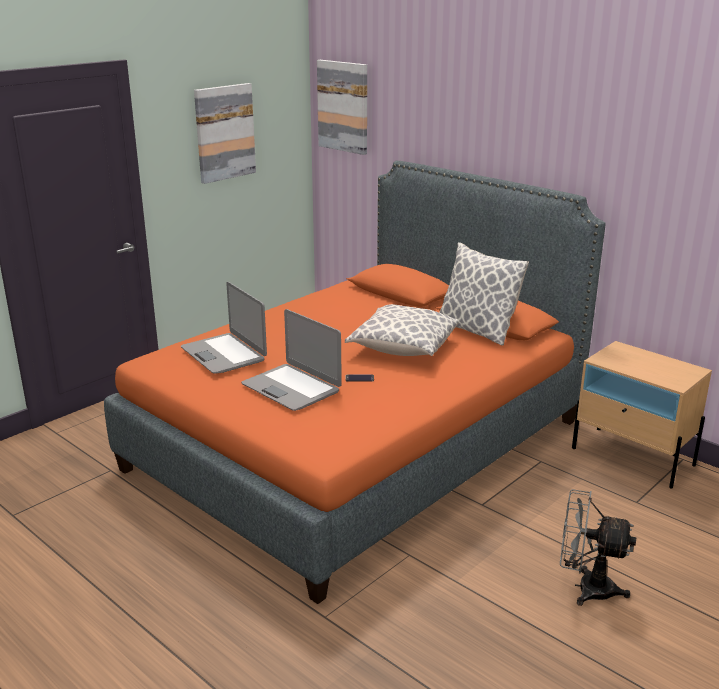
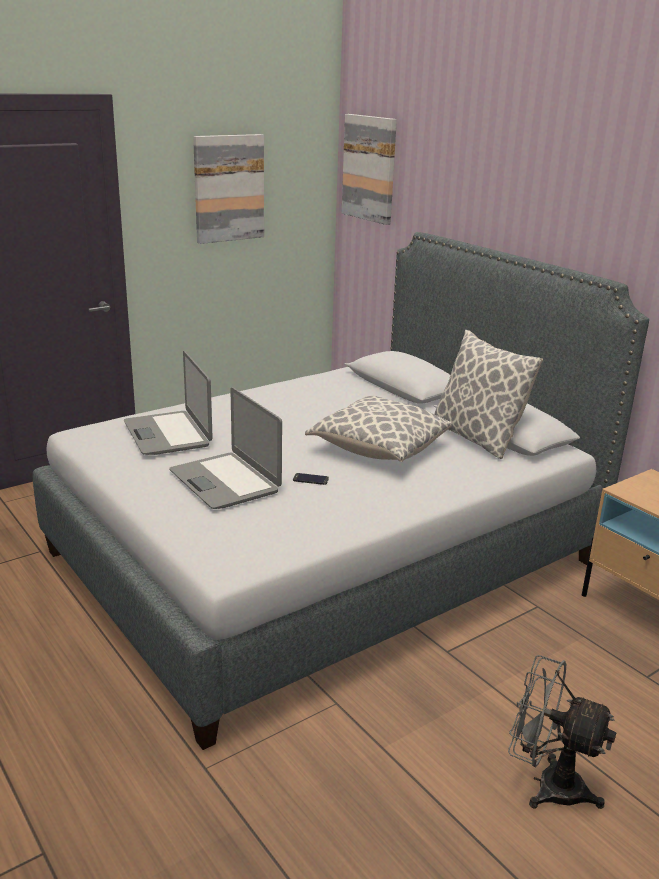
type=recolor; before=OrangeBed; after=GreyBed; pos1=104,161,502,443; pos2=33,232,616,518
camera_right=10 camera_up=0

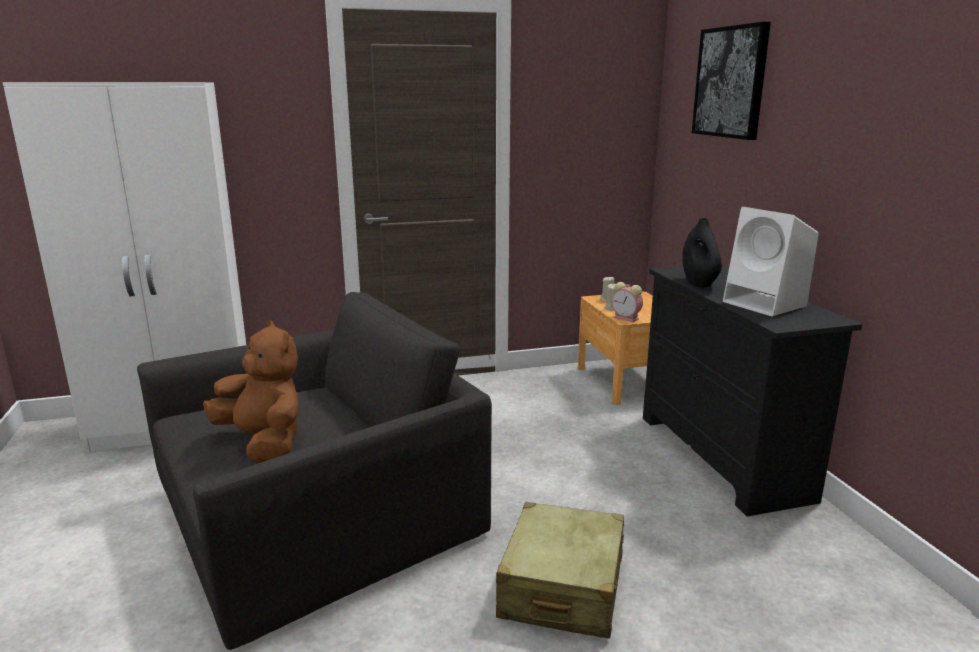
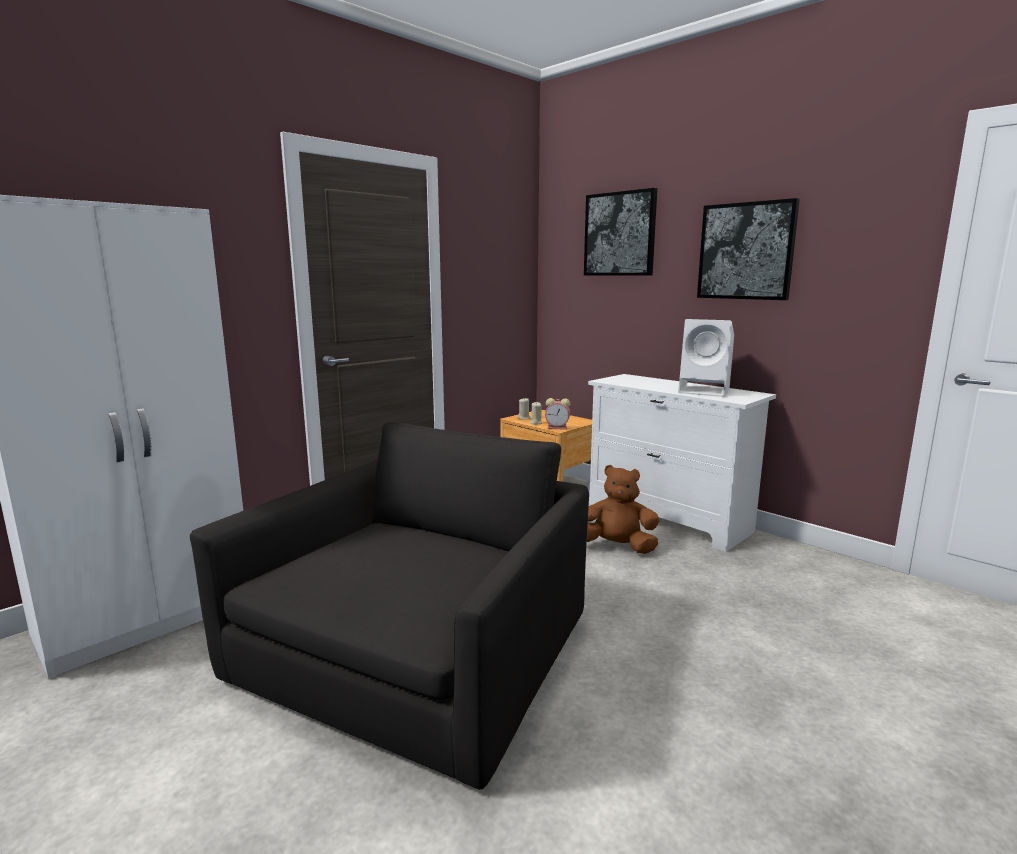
type=delete; before=BeigeSuitcase; pos1=496,502,128,137
type=delete; before=BlackVase; pos1=682,218,40,69
type=insert; after=Picture; pos2=697,198,103,102
type=move; before=BrownPlushToy; pos1=203,321,96,141; pos2=587,465,72,89
type=recolor; before=BlackDresser; after=WhiteDresser; pos1=643,266,219,250; pos2=588,374,188,178
camera_right=-30 camera_up=-5

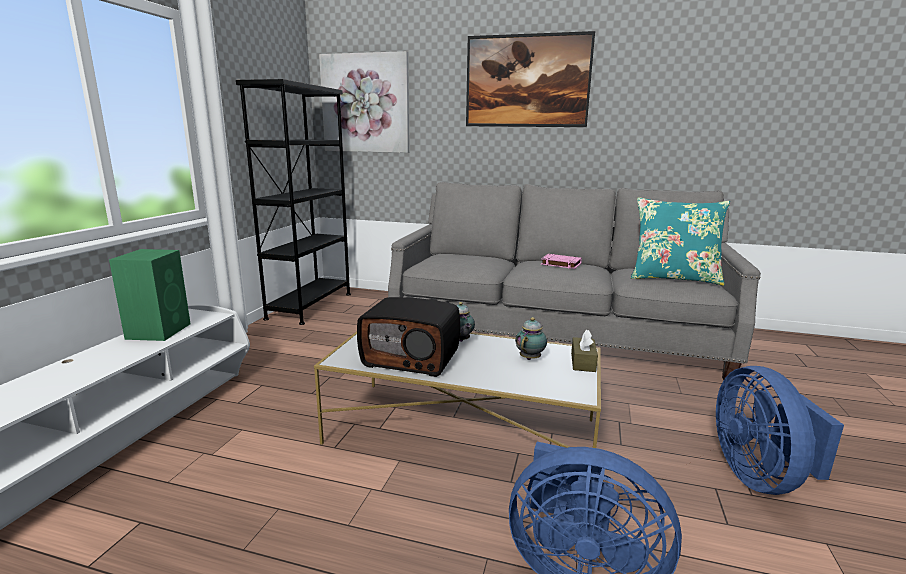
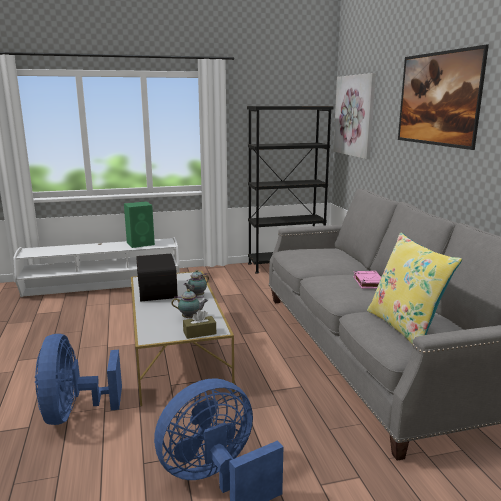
type=recolor; before=TurquoisePillow; after=YellowPillow; pos1=631,197,99,89; pos2=367,233,95,112
camera_right=60 camera_up=0

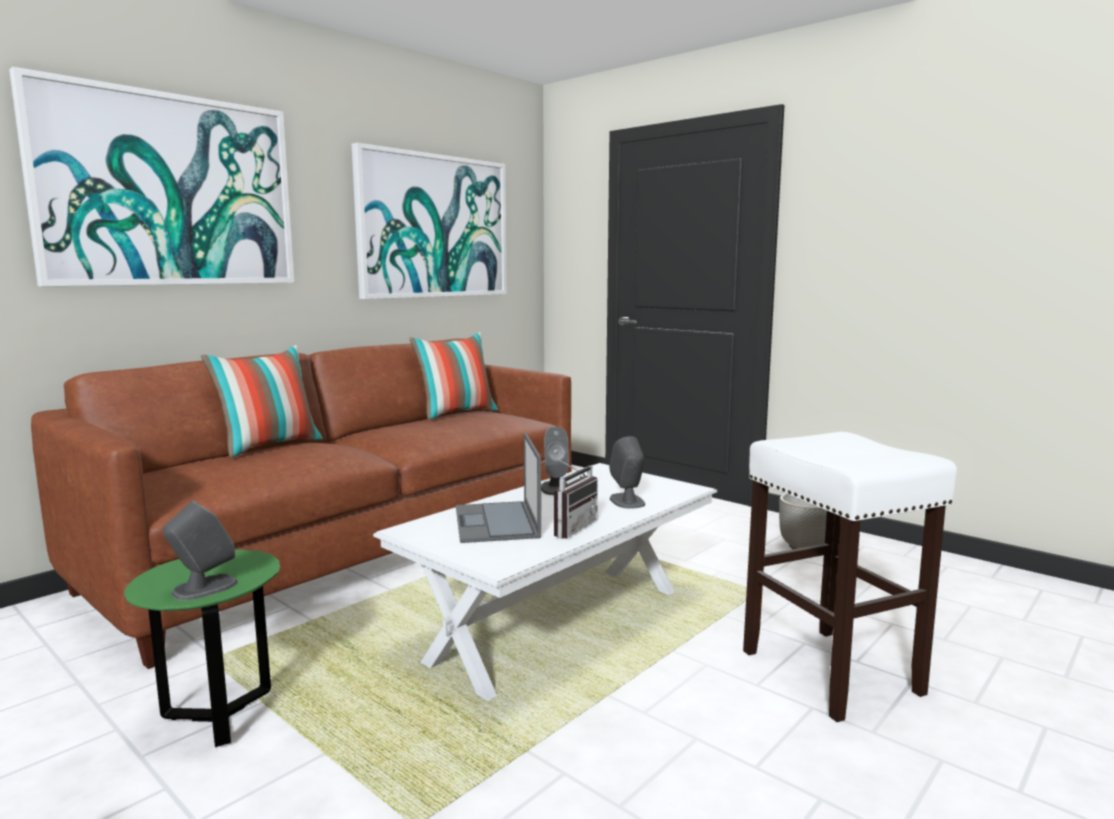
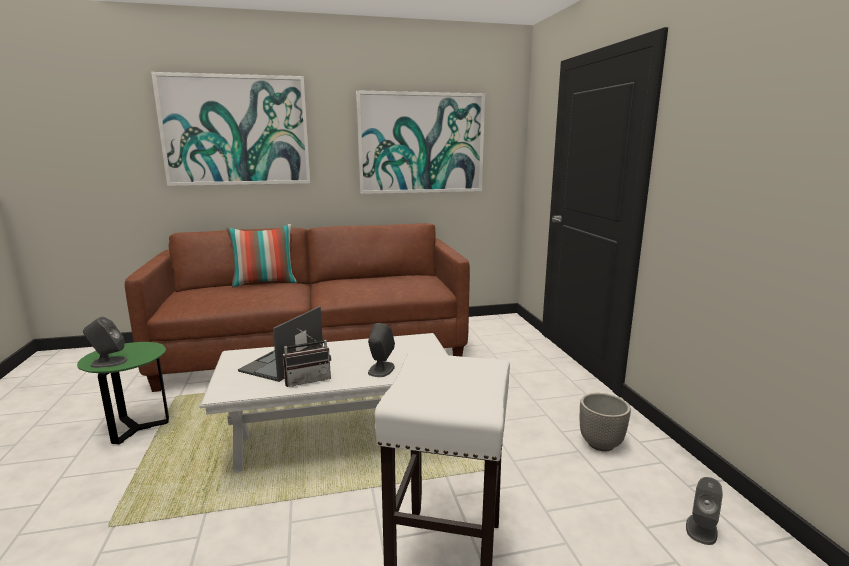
type=delete; before=Pillow; pos1=409,332,89,88
type=move; before=GreySpeaker; pos1=541,426,28,69; pos2=686,477,37,68
camera_right=35 camera_up=5

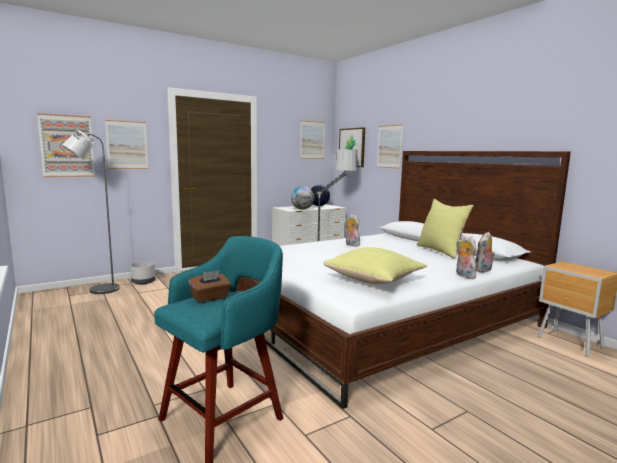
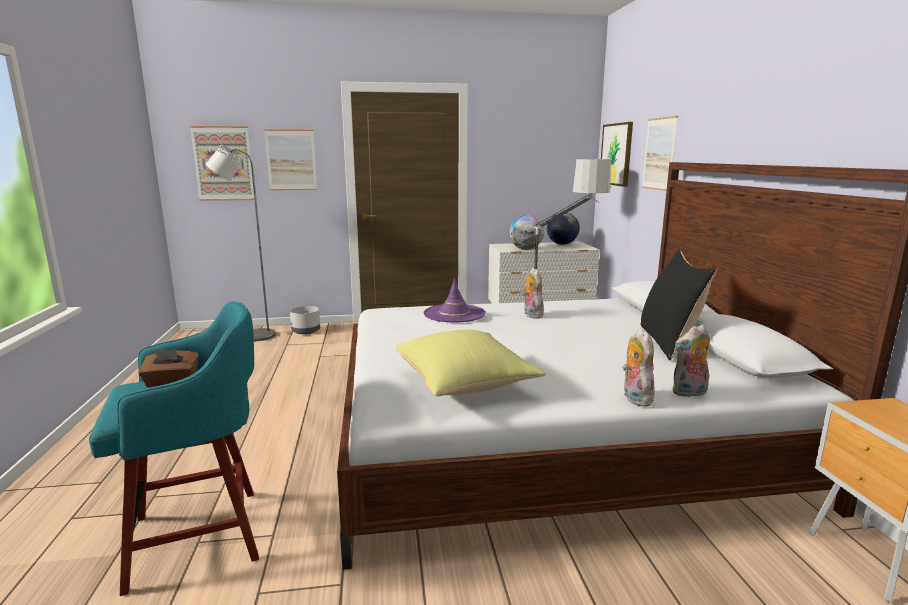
type=delete; before=Picture; pos1=300,121,25,38
type=insert; after=PurpleHat; pos2=424,278,61,44
type=recolor; before=YellowPillow; after=BlackPillow; pos1=417,199,57,60; pos2=641,250,76,111
camera_right=25 camera_up=5

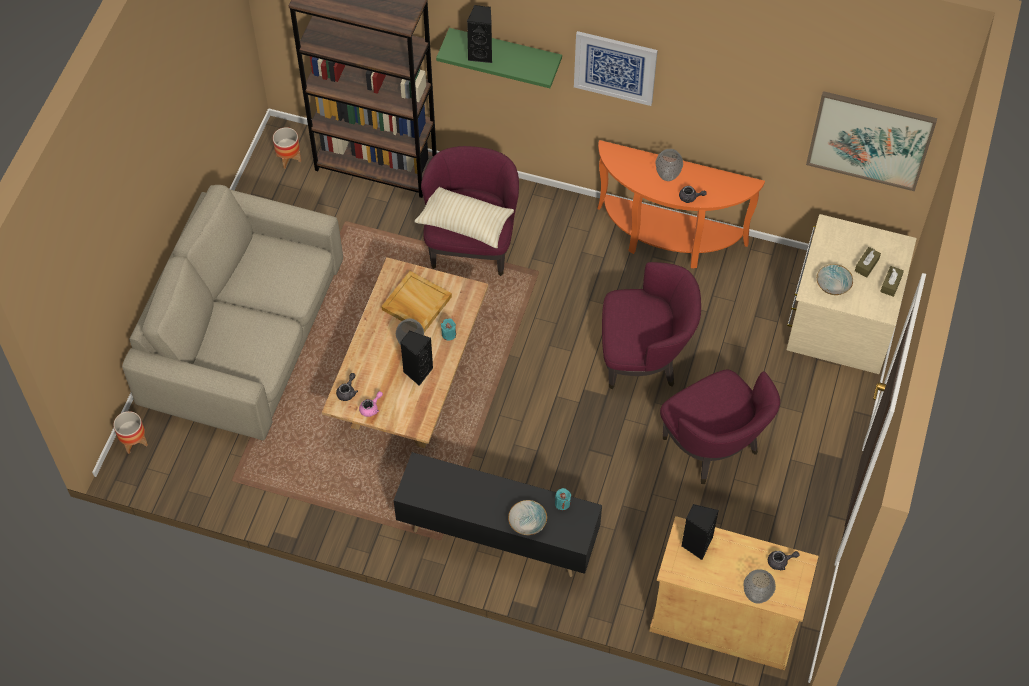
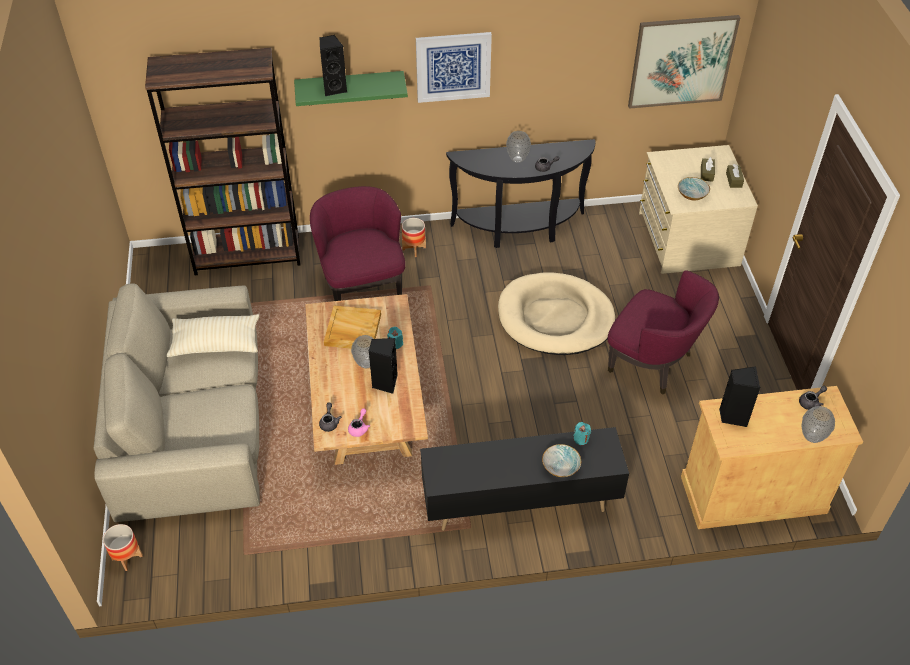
type=move; before=Planter; pos1=273,127,28,42; pos2=402,218,24,39
type=move; before=BeigePillow; pos1=414,187,100,62; pos2=167,314,92,43
type=replace; before=PurpleArmchair; after=BeigeDogBed; pos1=602,262,99,127; pos2=498,273,118,82
type=recolor; before=OrangeConsoleTable; after=BlackConsoleTable; pos1=597,140,168,128; pos2=446,139,149,109
camera_right=-25 camera_up=-10

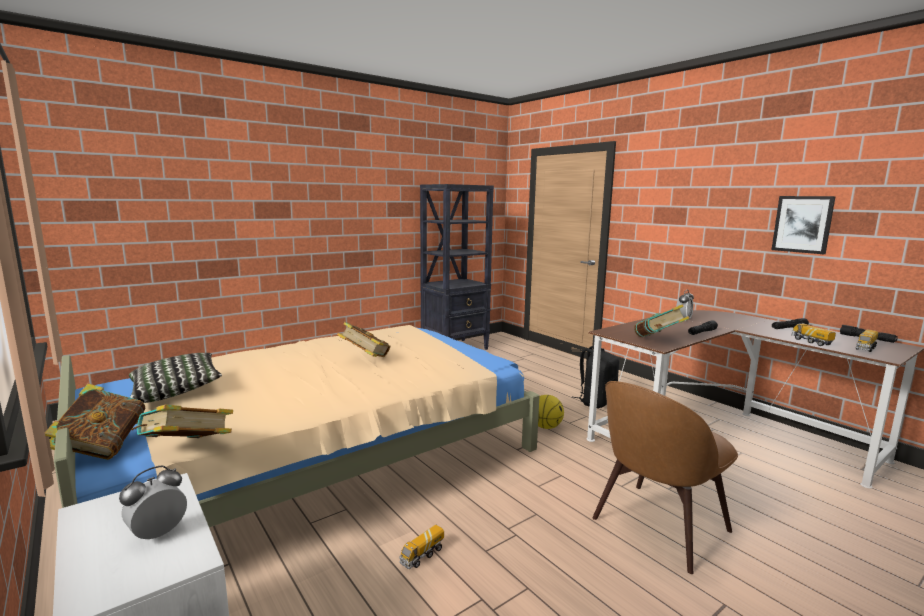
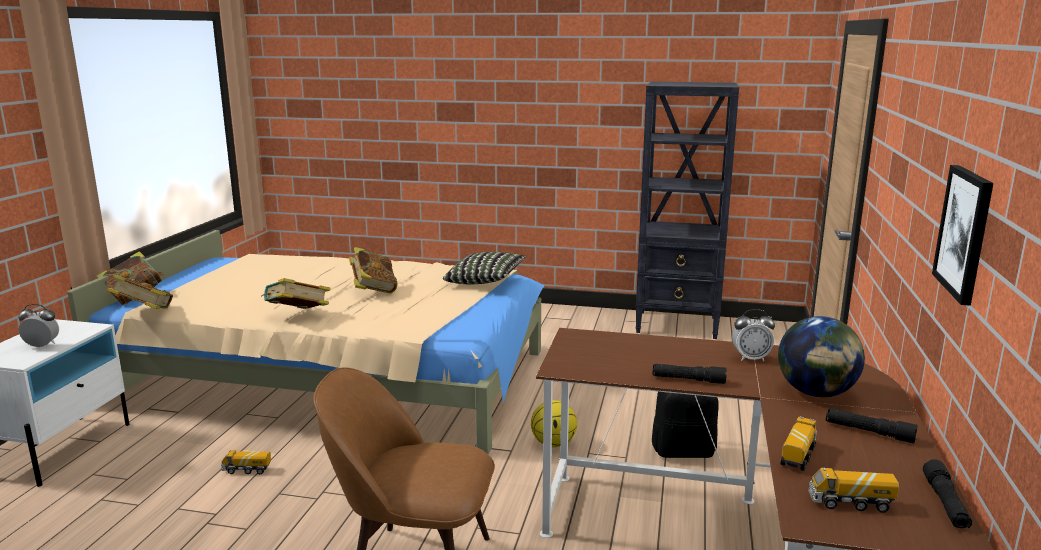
type=insert; after=Globe; pos2=778,316,87,81
type=move; before=Pillow; pos1=129,353,93,50; pos2=443,252,83,32
type=move; before=Book; pos1=634,304,56,33; pos2=261,278,69,31
camera_right=50 camera_up=5

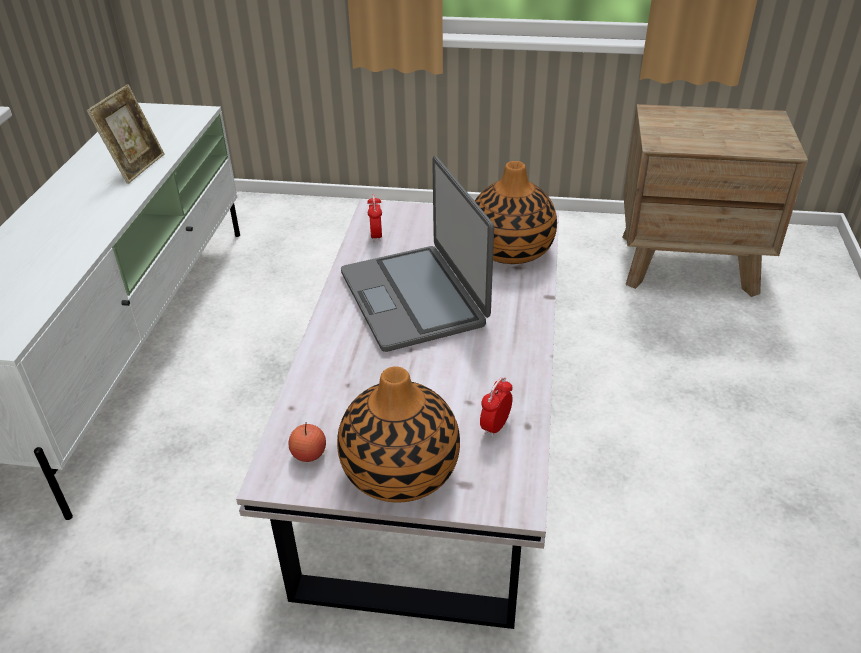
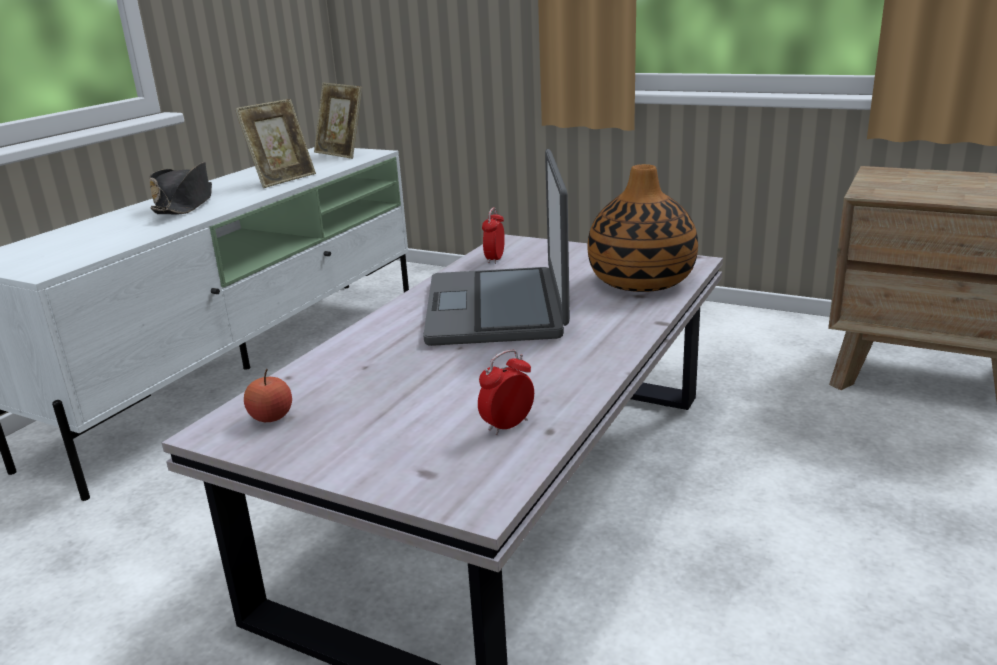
type=delete; before=Vase; pos1=337,366,123,137
type=insert; after=BlackHat; pos2=149,162,63,52
type=insert; after=PictureFrame; pos2=314,83,48,76
camera_right=20 camera_up=-15

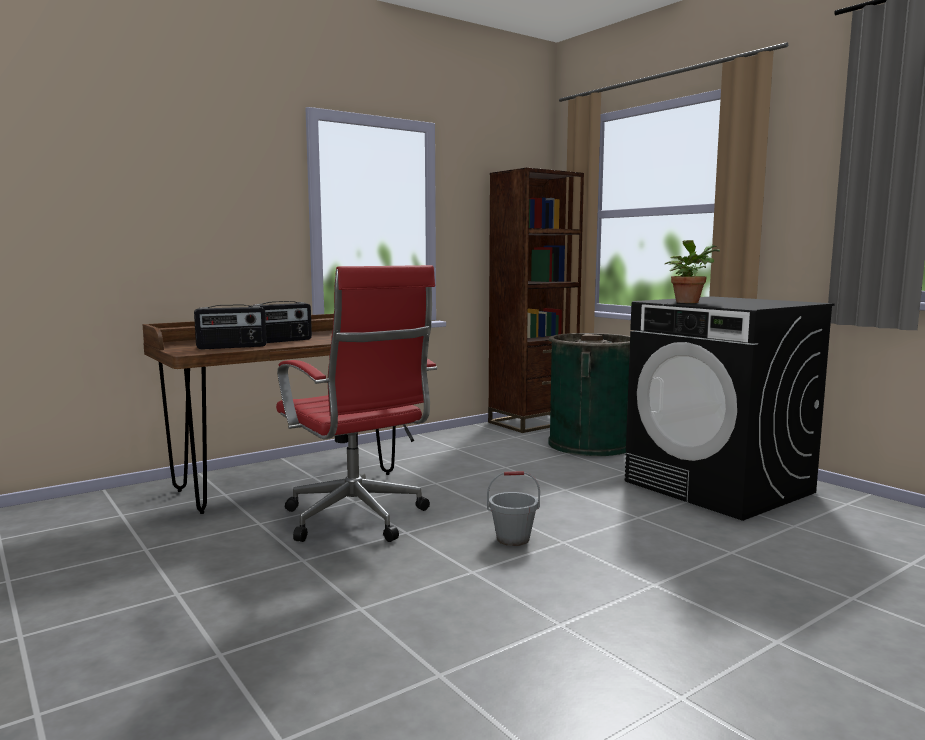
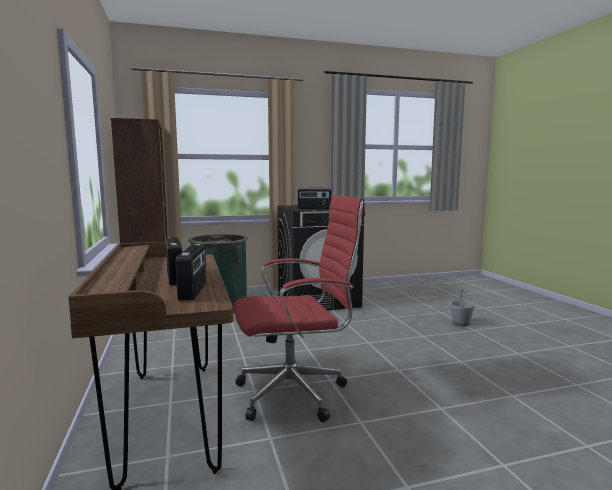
type=move; before=GreyBucket; pos1=487,471,53,75; pos2=449,289,26,37
type=replace; before=PottedPlant; after=Radio; pos1=665,240,55,63; pos2=298,187,33,22
camera_right=-70 camera_up=0

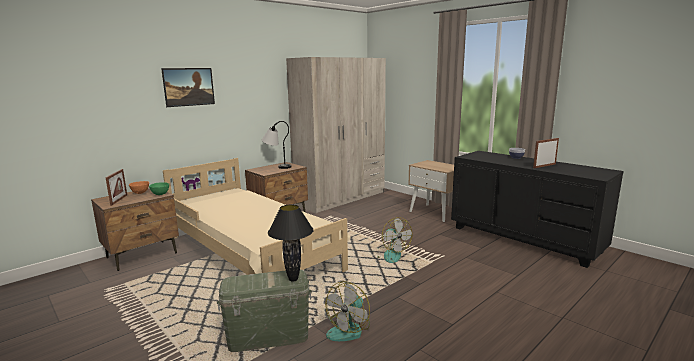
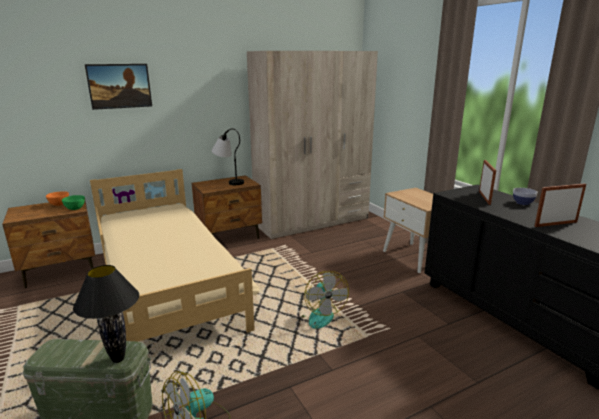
type=move; before=PictureFrame; pos1=105,169,22,37; pos2=479,160,17,45
camera_right=15 camera_up=5

